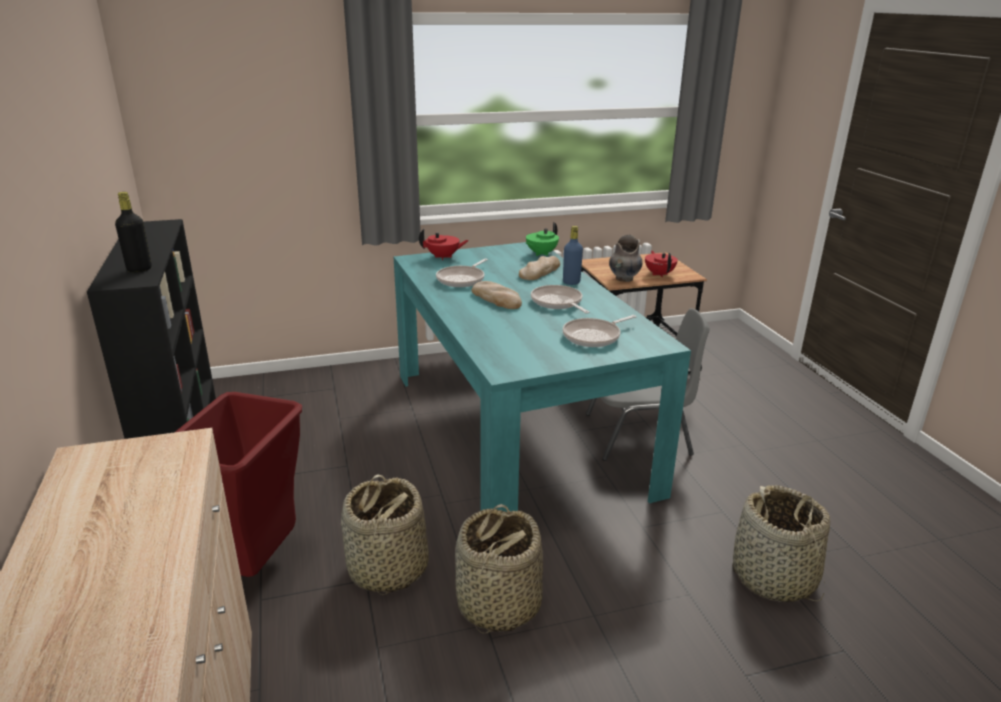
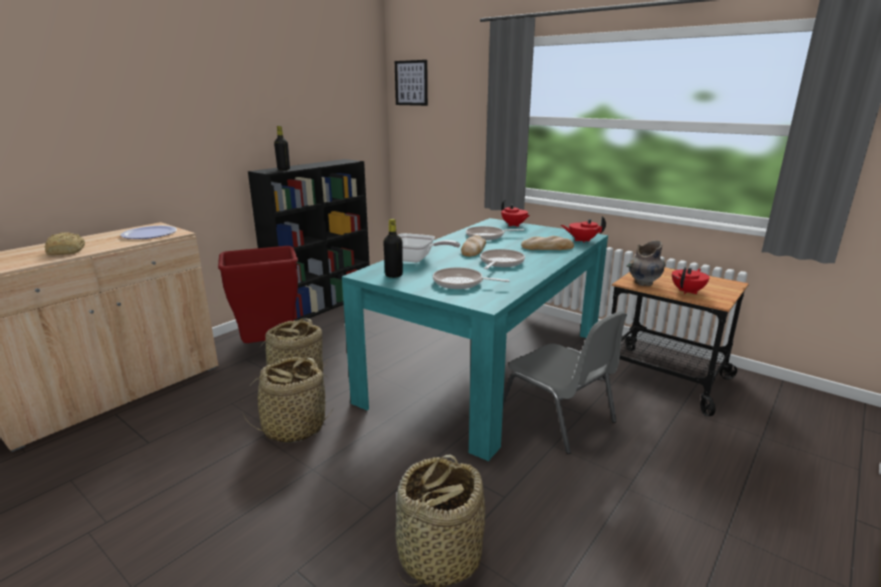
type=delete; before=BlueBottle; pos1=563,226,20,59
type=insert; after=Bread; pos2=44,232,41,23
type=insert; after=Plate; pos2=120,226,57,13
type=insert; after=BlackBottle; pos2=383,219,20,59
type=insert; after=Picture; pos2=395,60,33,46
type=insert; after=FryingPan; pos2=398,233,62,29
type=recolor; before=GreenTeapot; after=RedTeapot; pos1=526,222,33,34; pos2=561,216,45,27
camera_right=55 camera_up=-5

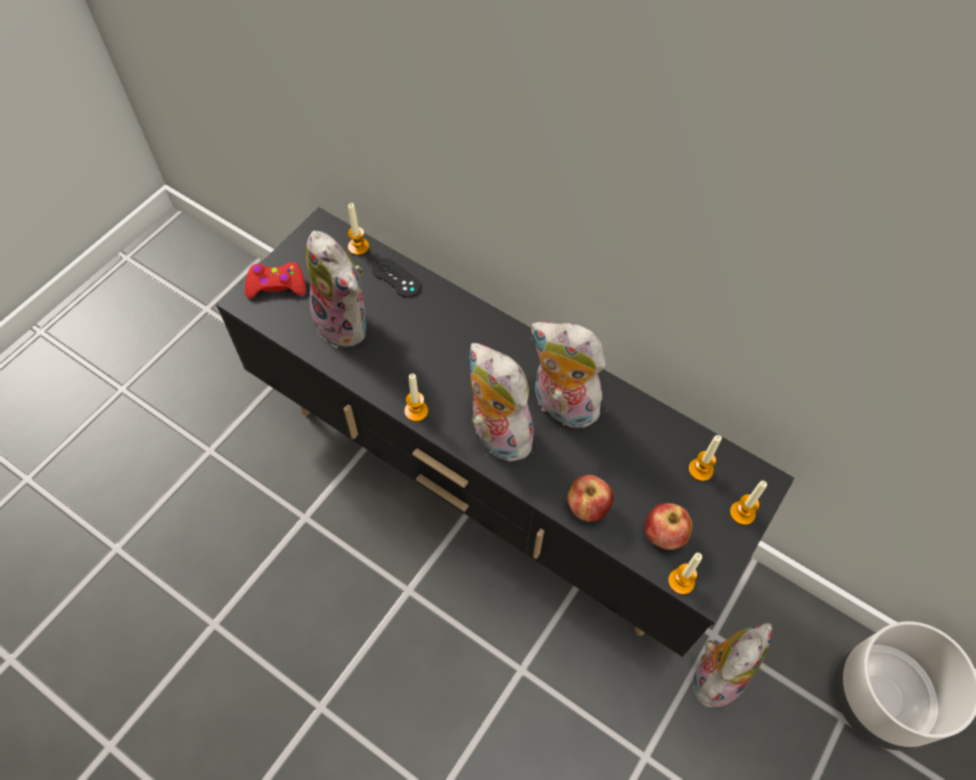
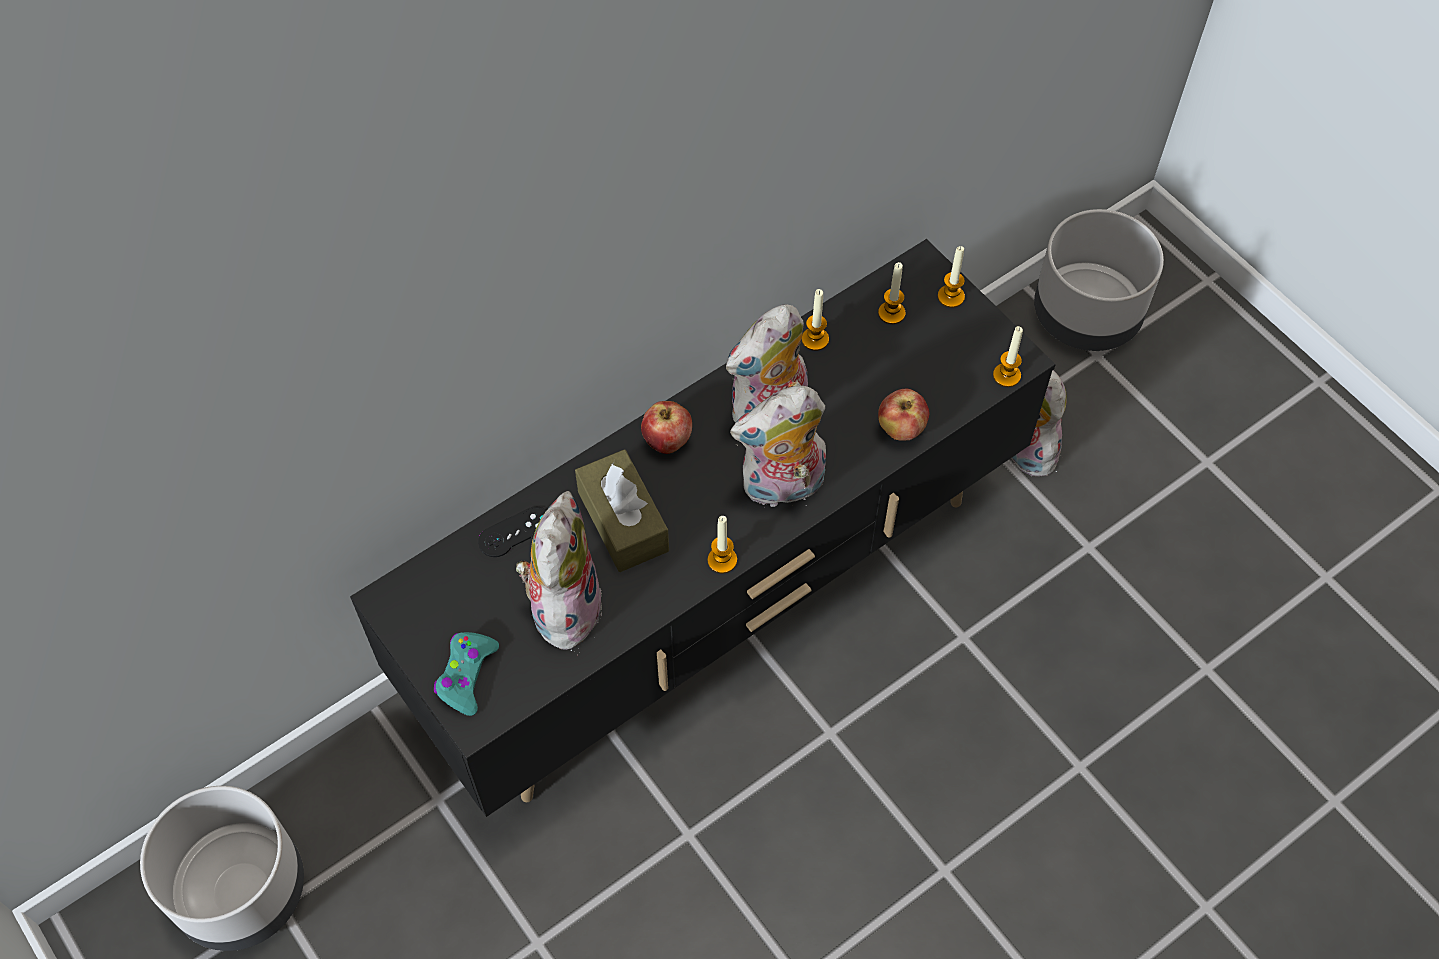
type=insert; after=GreyPlanter; pos2=140,786,164,165
type=insert; after=BrownTissueBox; pos2=575,449,94,123
type=move; before=Candle; pos1=348,203,21,52; pos2=802,289,27,62
type=move; before=Apple; pos1=645,503,48,47; pos2=641,401,51,53
type=recolor; before=RedGameController; after=TurquoiseGameController; pos1=245,262,61,37; pos2=434,632,65,84
type=rotate; before=PlushToy; pos1=306,231,60,117; pos2=516,491,86,164; turn=-60
camera_right=-70 camera_up=0

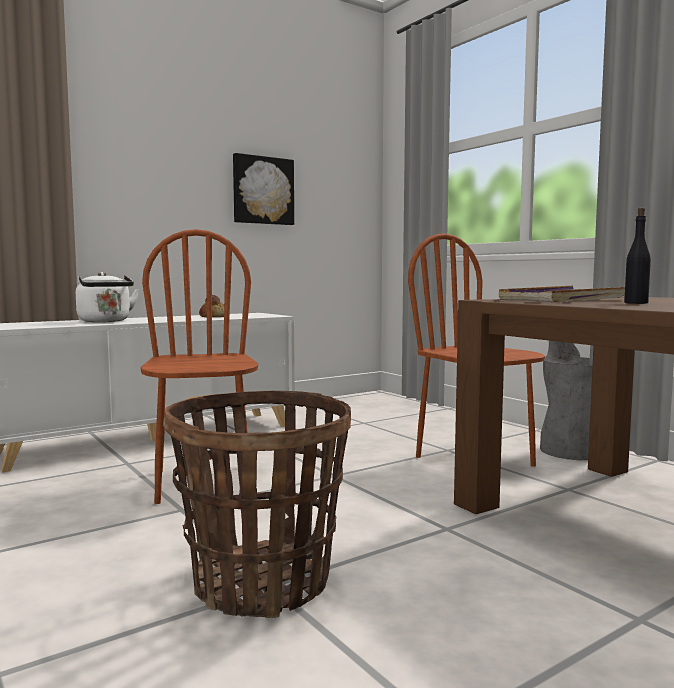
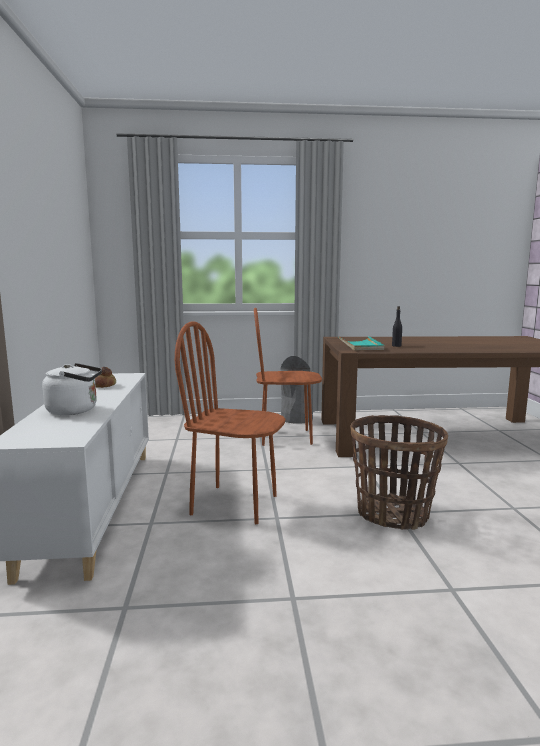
type=delete; before=Picture; pos1=233,153,61,72
type=recolor; before=PurpleTray; after=TurquoiseTray; pos1=499,286,126,16; pos2=338,336,47,15
camera_right=-60 camera_up=5

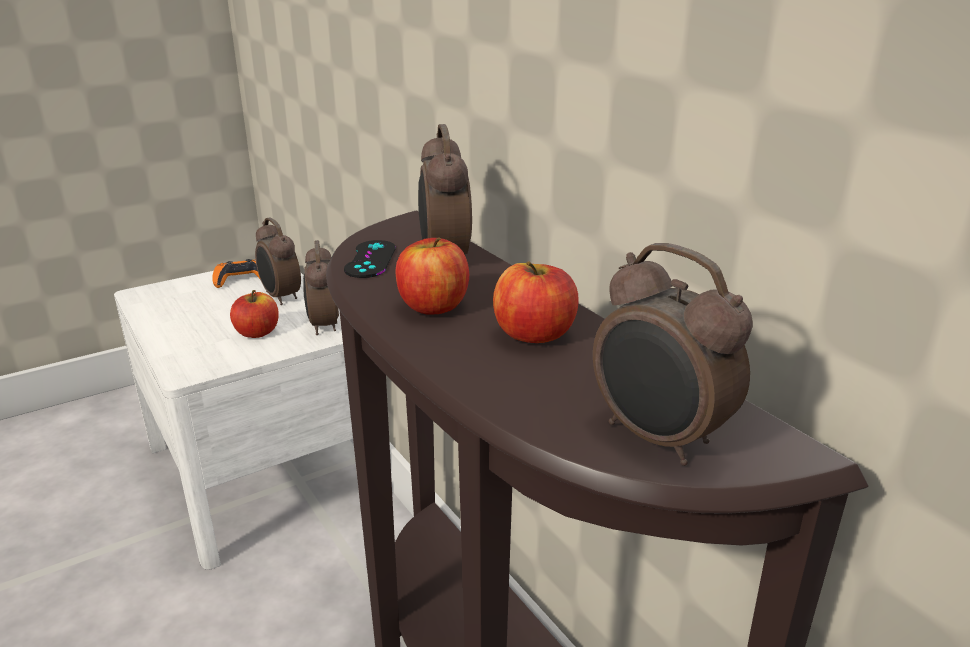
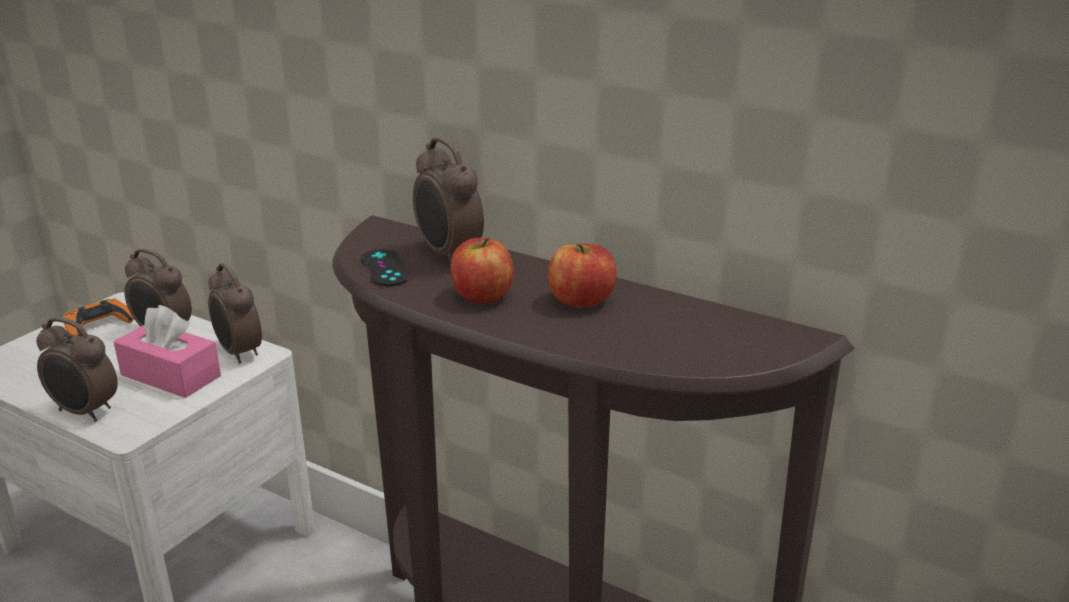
type=move; before=AlarmClock; pos1=593,243,160,223; pos2=36,317,82,105
type=replace; before=Apple; after=PinkTissueBox; pos1=230,290,49,48; pos2=114,305,107,93
camera_right=-25 camera_up=0

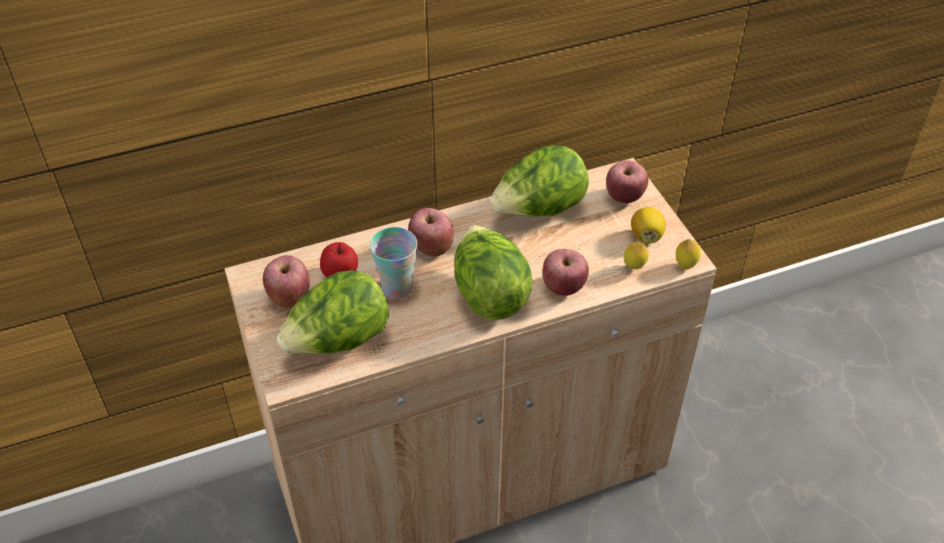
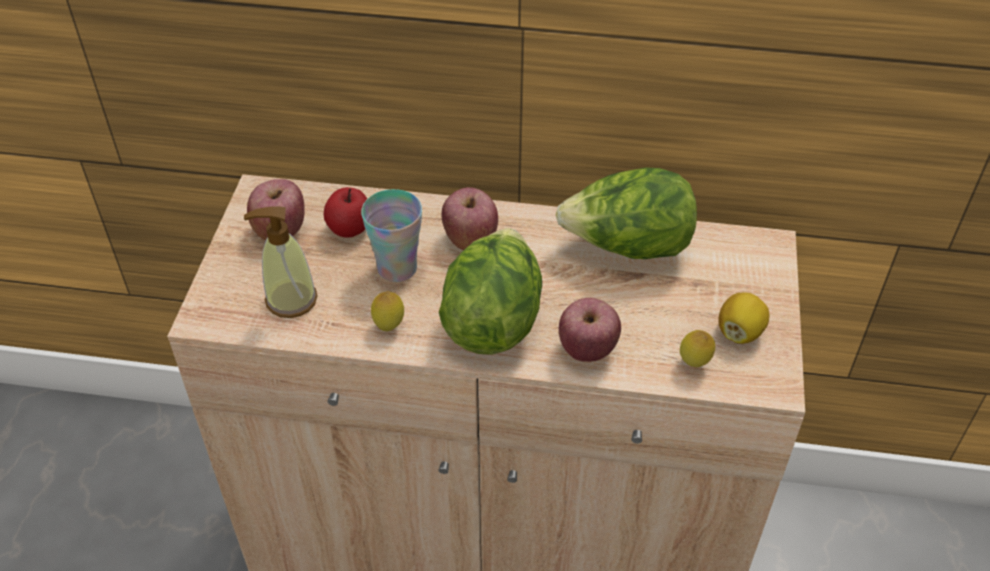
type=delete; before=Apple; pos1=606,160,43,43
type=move; before=Lemon; pos1=676,239,25,31; pos2=371,291,33,40
type=replace; before=Lettuce; after=SoapDispenser; pos1=277,270,112,84; pos2=244,206,74,112
camera_right=30 camera_up=0

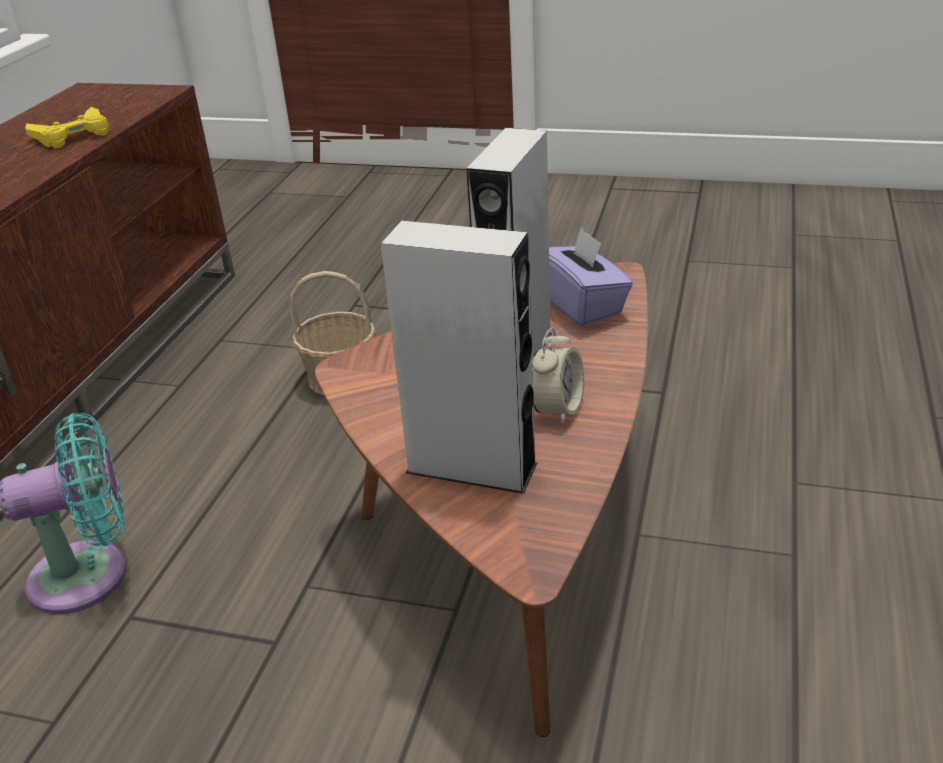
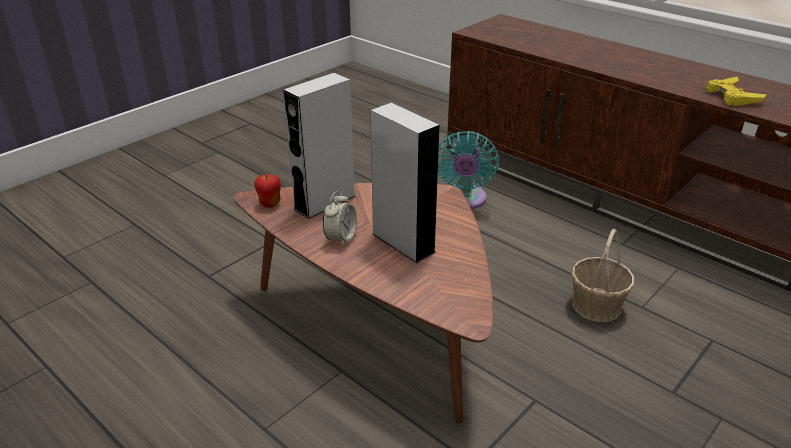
type=delete; before=PurpleTissueBox; pos1=549,228,84,98
type=insert; after=Apple; pos2=254,174,27,34
type=rotate; before=AlarmClock; pos1=532,327,52,97; pos2=323,191,34,56; turn=-120
camera_right=115 camera_up=0

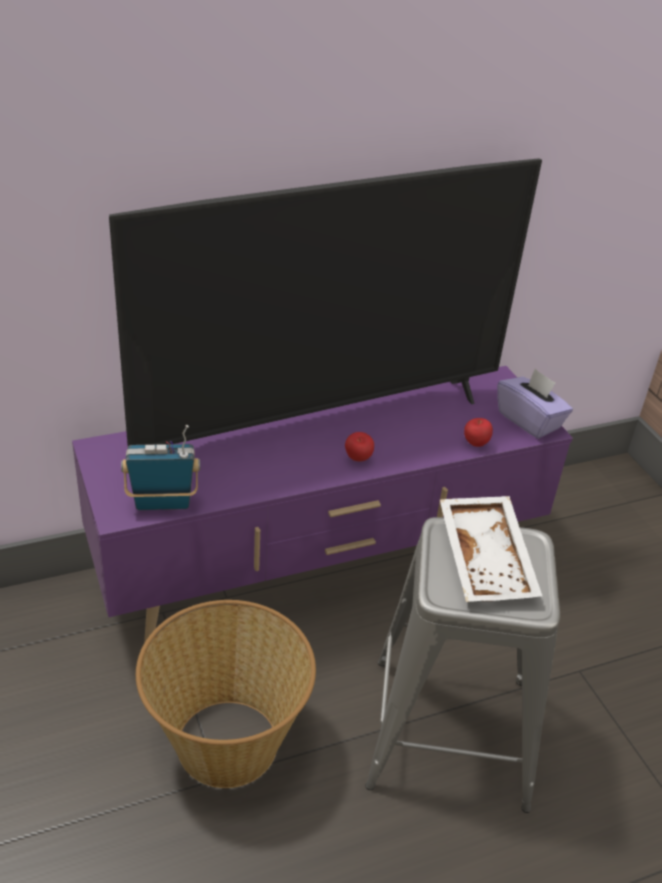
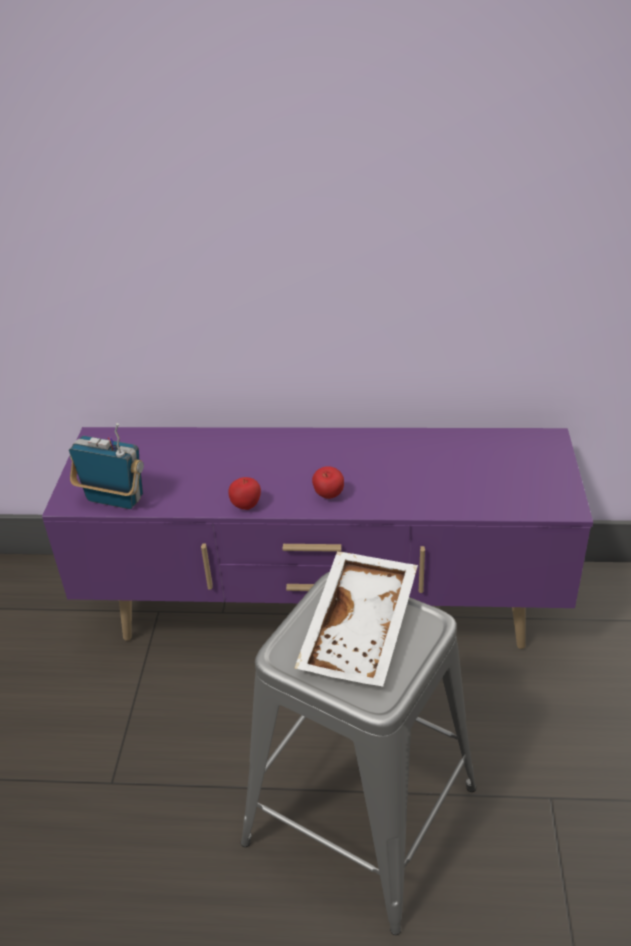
type=delete; before=Television; pos1=109,158,433,288
type=delete; before=Basket; pos1=136,600,180,188
type=delete; before=PurpleTissueBox; pos1=497,369,76,70
type=move; before=Apple; pos1=464,418,29,29; pos2=228,477,33,33
camera_right=30 camera_up=0

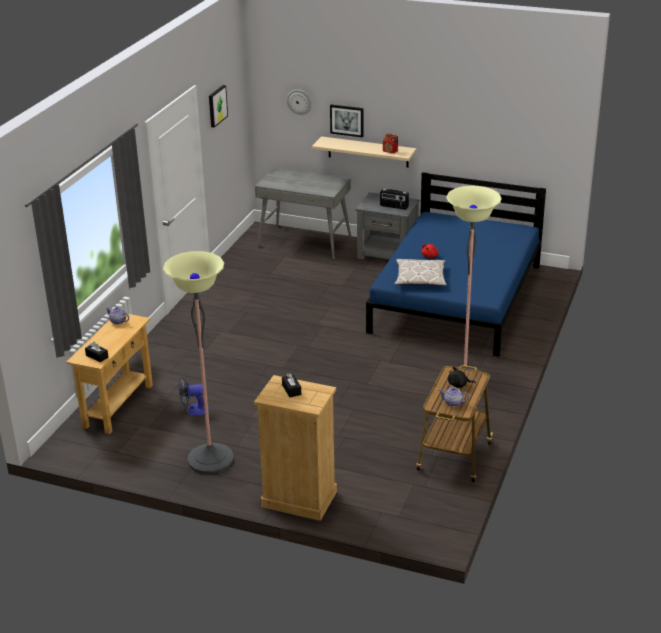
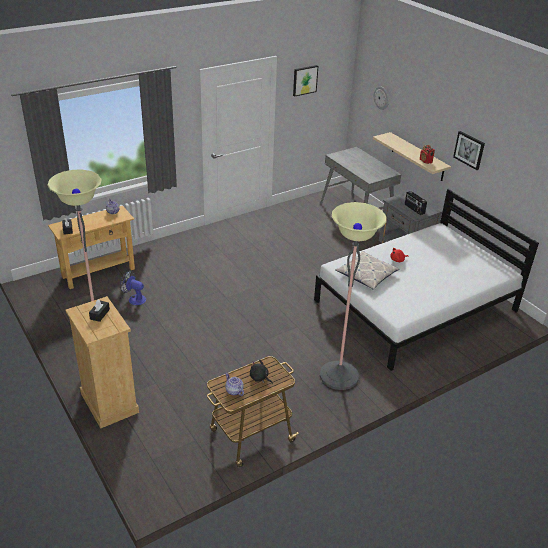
type=move; before=Picture; pos1=330,105,34,32; pos2=453,131,32,39
type=recolor; before=BlueBed; after=WhiteBed; pos1=366,172,180,185; pos2=314,189,225,182
camera_right=35 camera_up=5

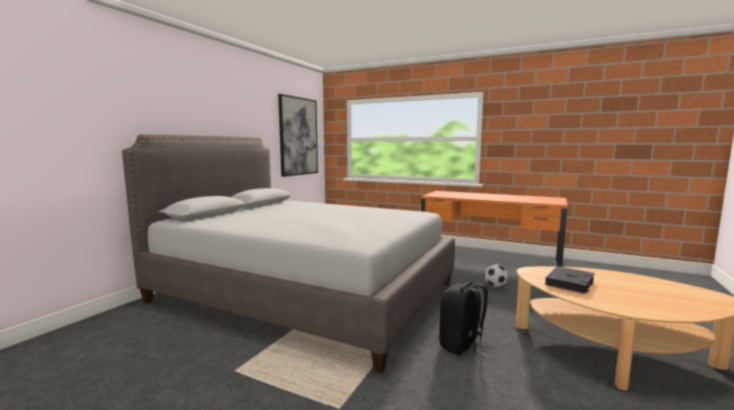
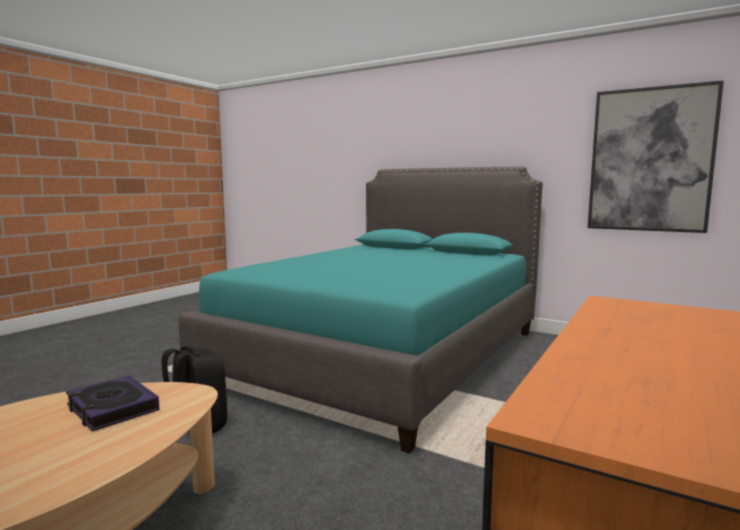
type=delete; before=Football; pos1=484,264,24,23
type=recolor; before=GreyBed; after=TurquoiseBed; pos1=122,135,333,238; pos2=179,167,364,287
camera_right=95 camera_up=0

